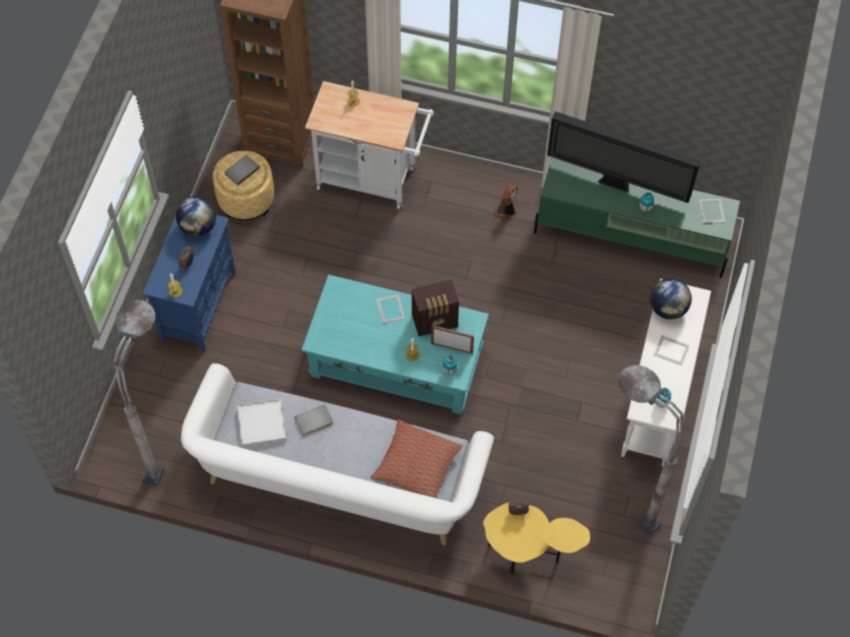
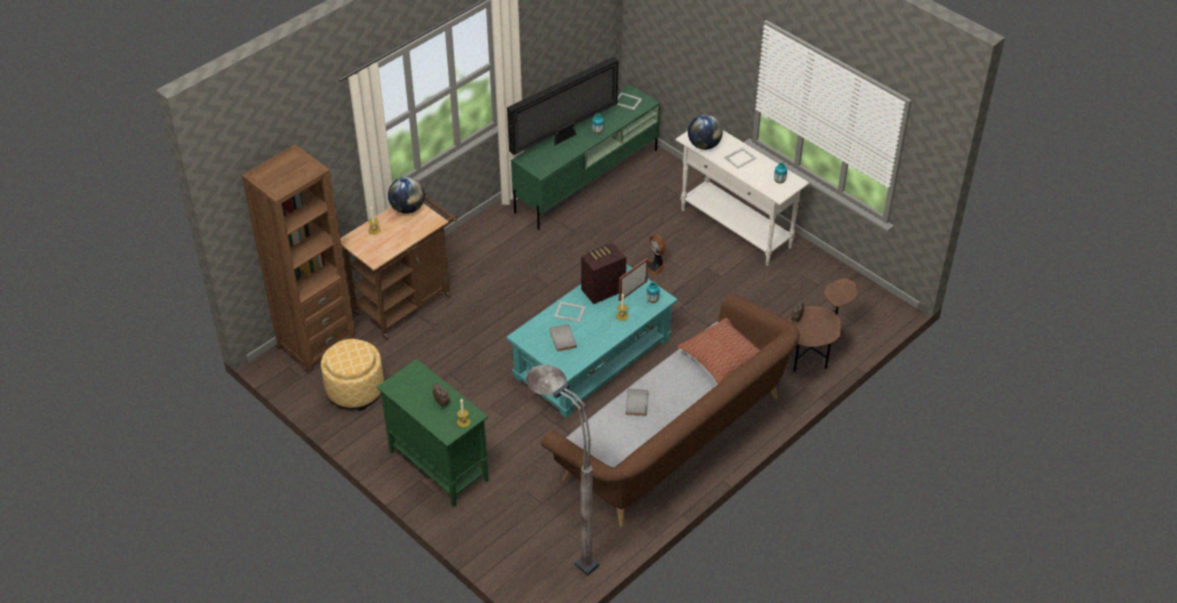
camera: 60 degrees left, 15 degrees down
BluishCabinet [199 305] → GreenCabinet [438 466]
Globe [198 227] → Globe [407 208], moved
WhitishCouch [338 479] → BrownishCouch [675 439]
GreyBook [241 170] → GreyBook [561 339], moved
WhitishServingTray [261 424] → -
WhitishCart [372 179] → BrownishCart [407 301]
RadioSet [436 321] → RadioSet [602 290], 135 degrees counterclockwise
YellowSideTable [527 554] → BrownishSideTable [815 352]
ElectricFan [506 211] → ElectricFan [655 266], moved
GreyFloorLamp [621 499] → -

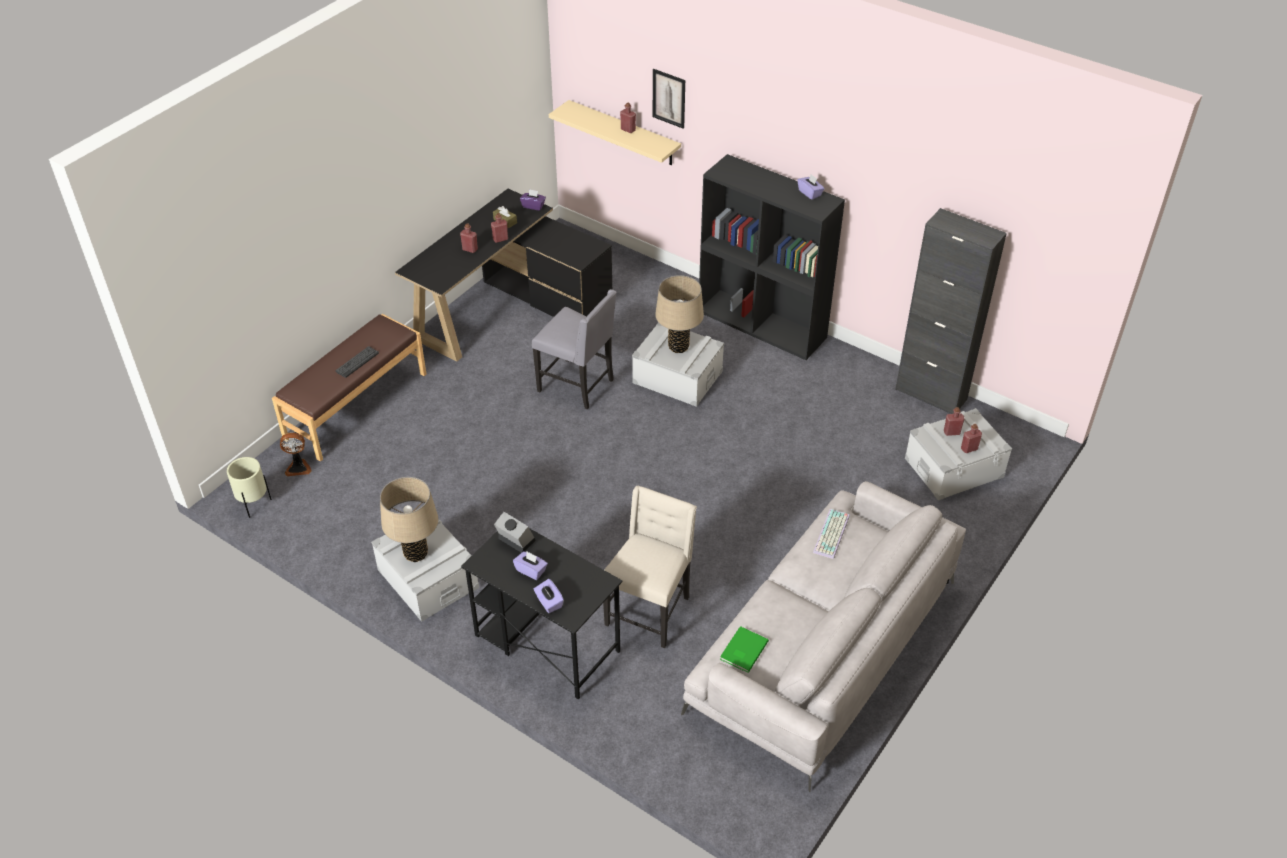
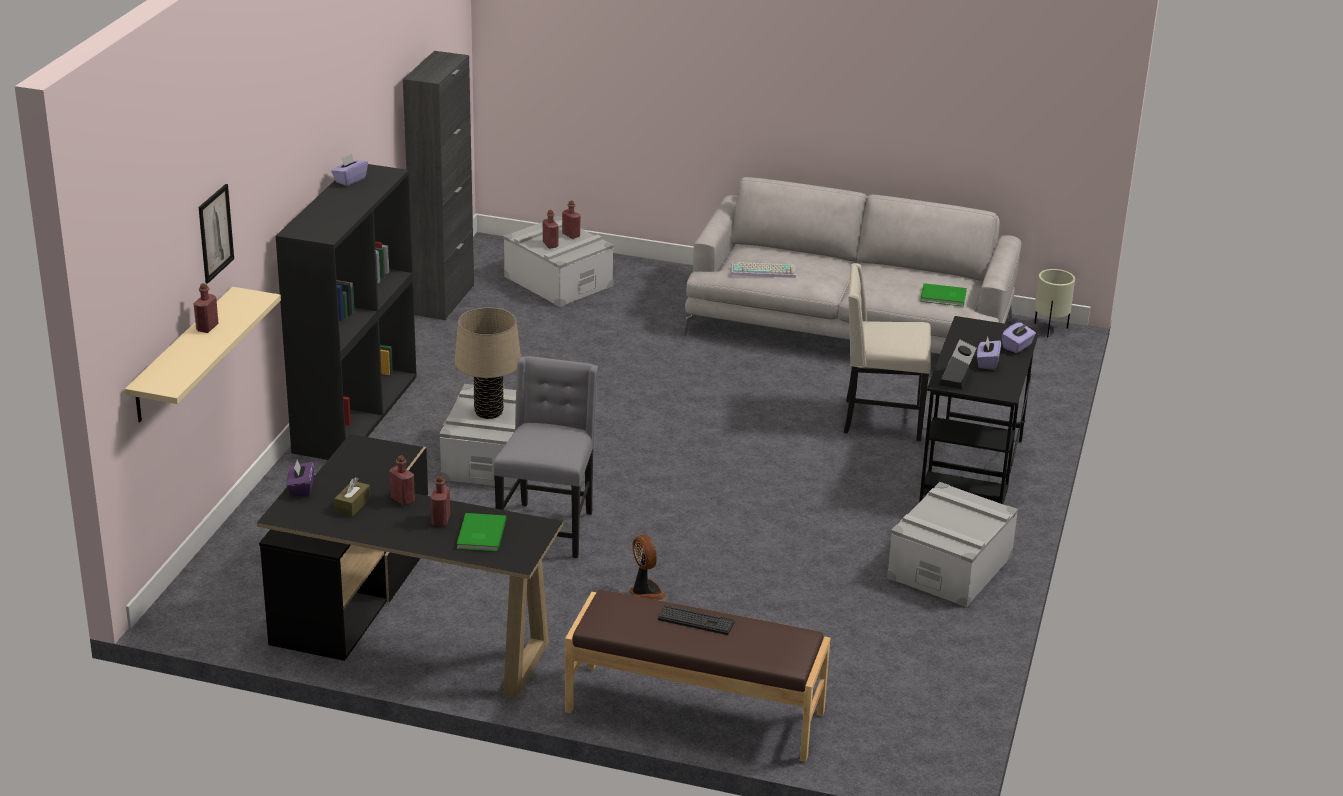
camera: 110 degrees left, 15 degrees down
BeigeColouredPlanter [254 505] → BeigeColouredPlanter [1050 330], moved
ElectricFan [298 467] → ElectricFan [645 591], moved
BeigeColouredTabletopLamp [416 553] → -
- → GreenBook [480 535]

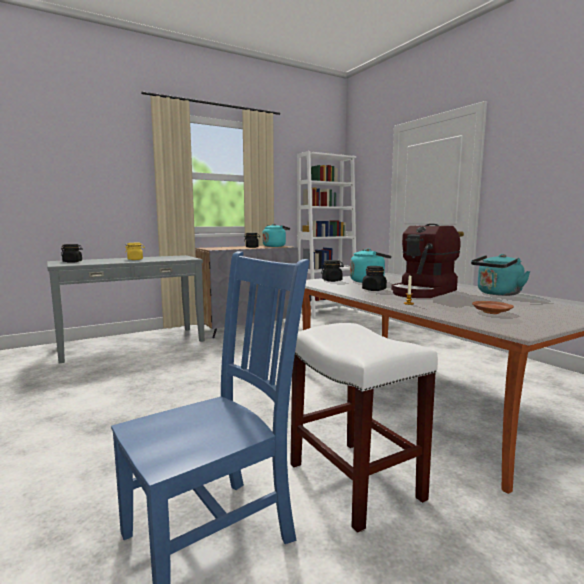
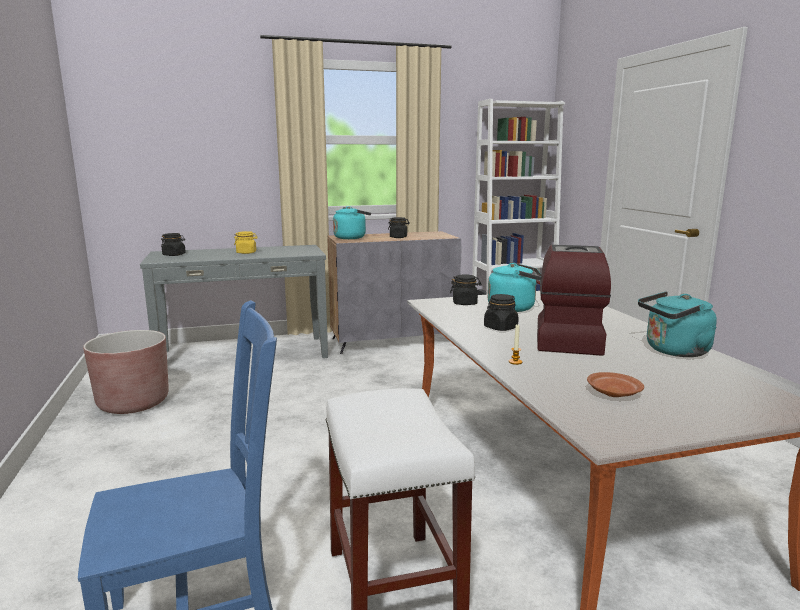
camera: 15 degrees right, 5 degrees up
BlueGreenKettle [275 246] → BlueGreenKettle [351 237], moved
CoffeeMaker [424 292] → CoffeeMaker [566 338], 135 degrees clockwise
- → BrownishPlanter [133 403]

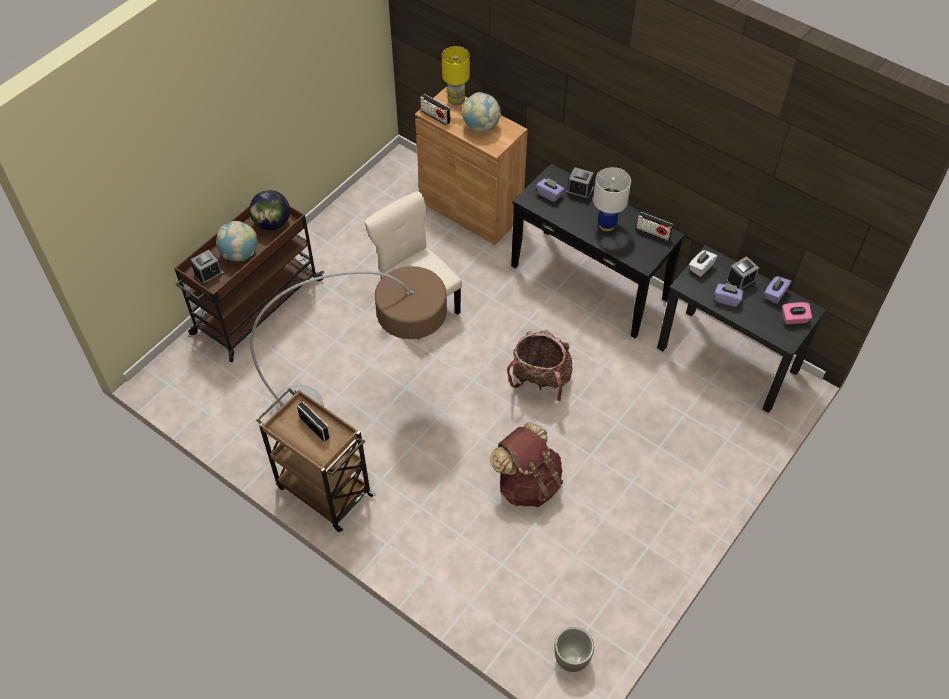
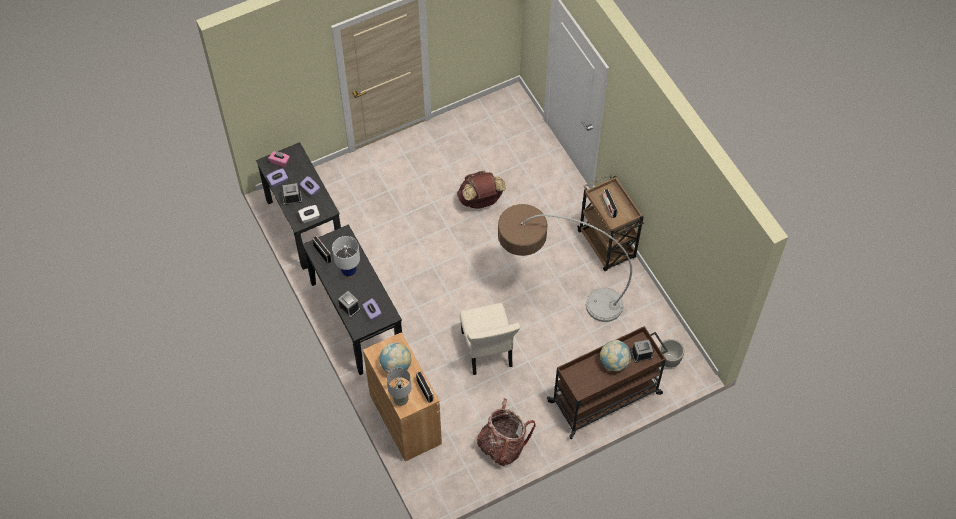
camera: 155 degrees left, 5 degrees up
Globe [272 223] → -
YellowTabletopLamp [456 101] → GreyTabletopLamp [401 400]
Backpack [540 380] → Backpack [502 445], moved
Planter [572 658] → Planter [668 360], moved

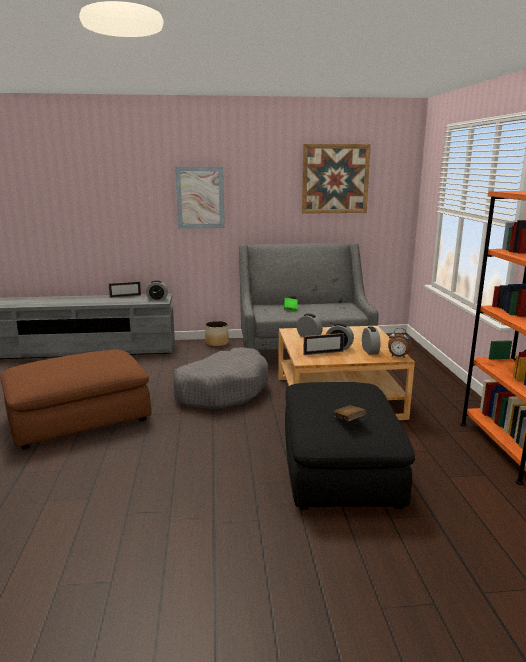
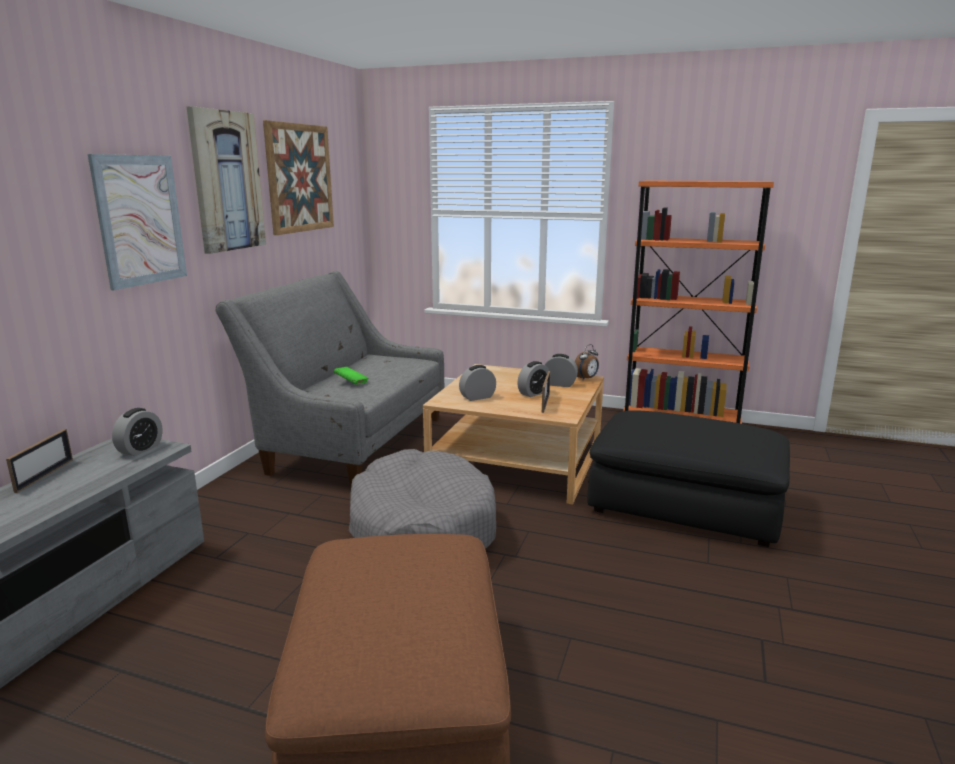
camera: 65 degrees left, 0 degrees up
Planter [217 343] → -
BrownishBook [349 420] → -
- → Picture [227 181]

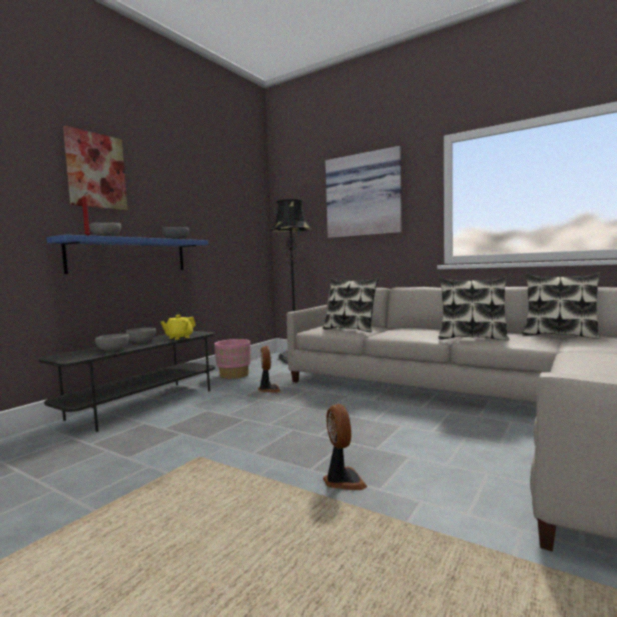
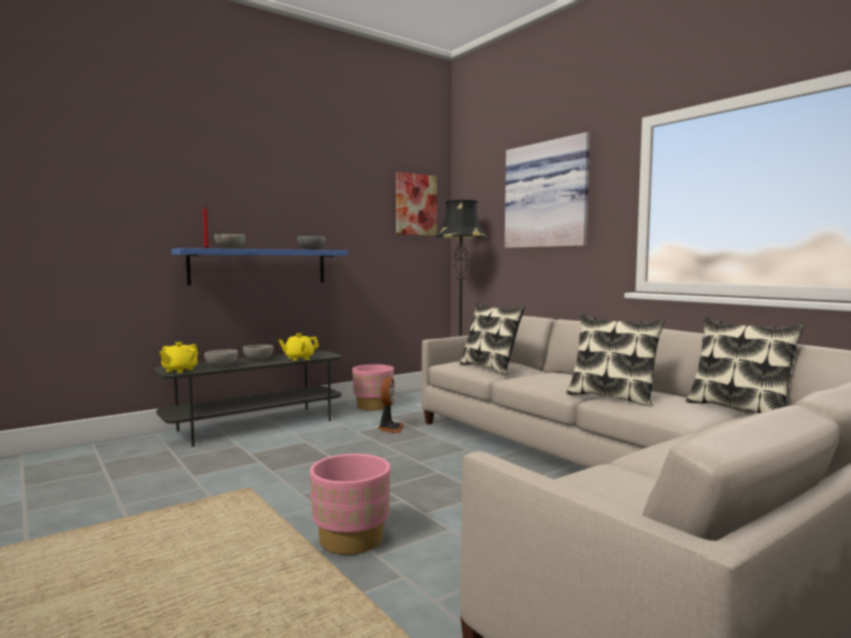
camera: 20 degrees right, 0 degrees up
Picture [96 171] → Picture [415 204], moved
ElectricFan [342 481] → PinkColouredPlanter [351 539]
- → YellowTeapot [179 370]

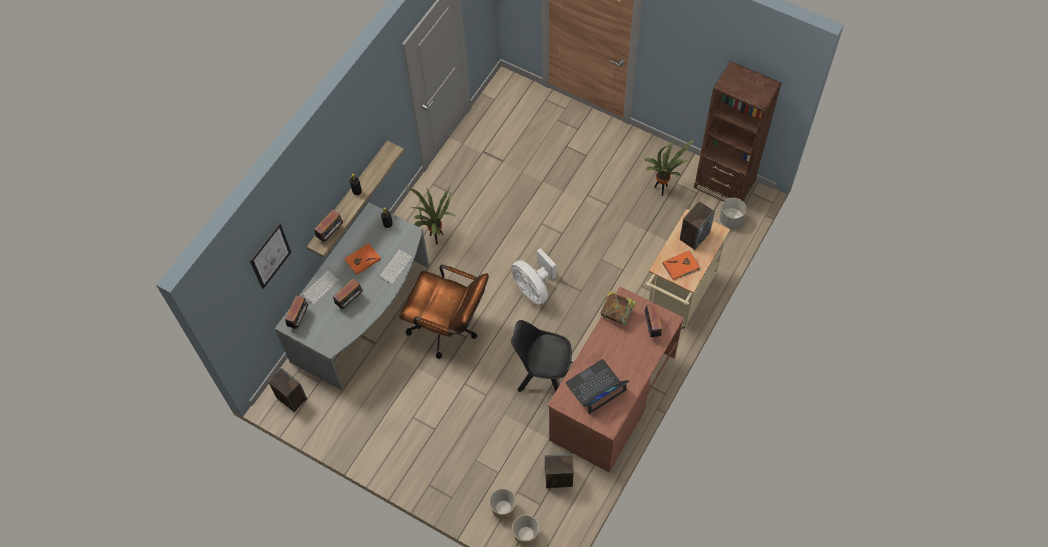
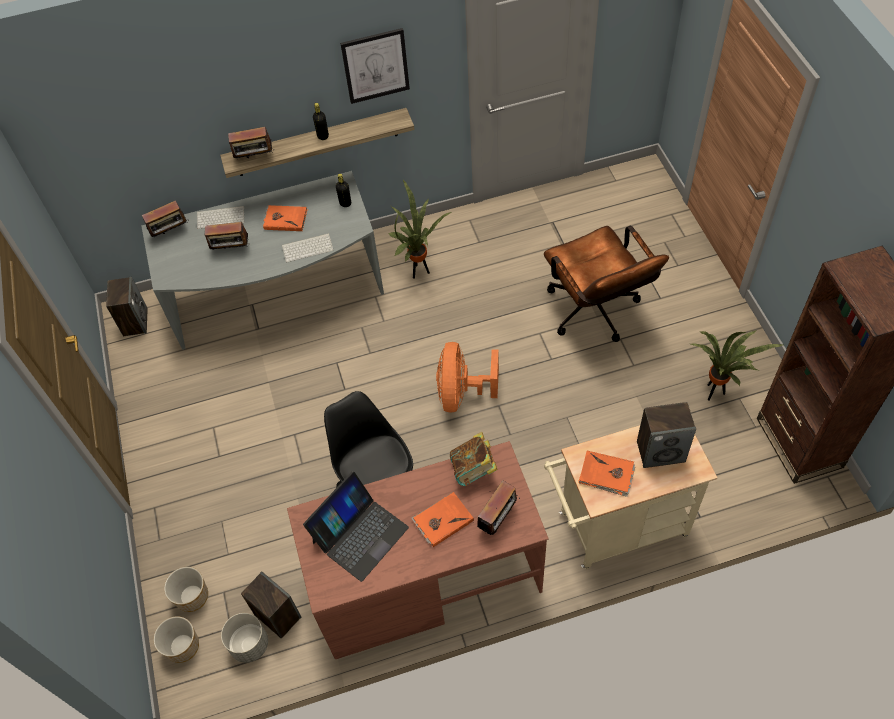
camera: 45 degrees right, 5 degrees down
Picture [270 255] → Picture [375 65], moved
BrownishComputerChair [449 328] → BrownishComputerChair [596 314], moved
WhitishElectricFan [533 289] → OrangeyElectricFan [462 393]
PortableComputer [596 387] → PortableComputer [359 534], 120 degrees clockwise
GreyPlanter [731 220] → GreyPlanter [249 645], moved
- → OrangeyBook [442 520]

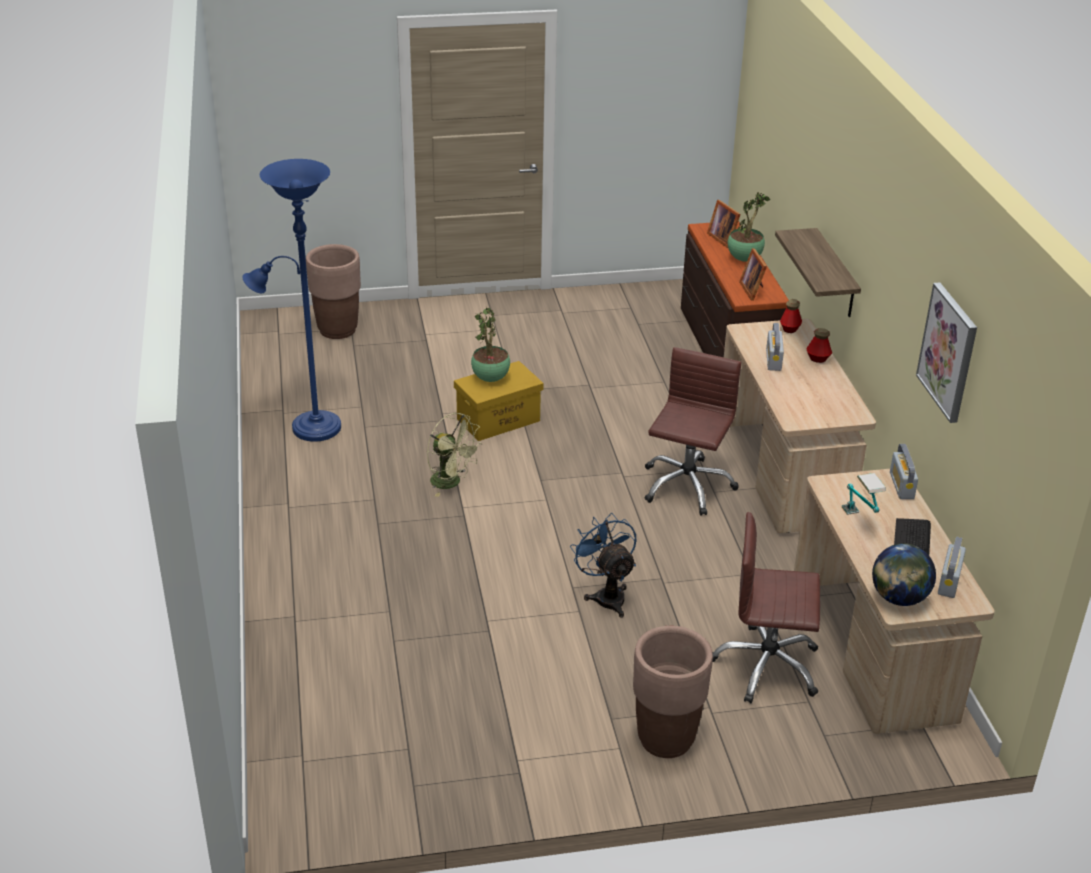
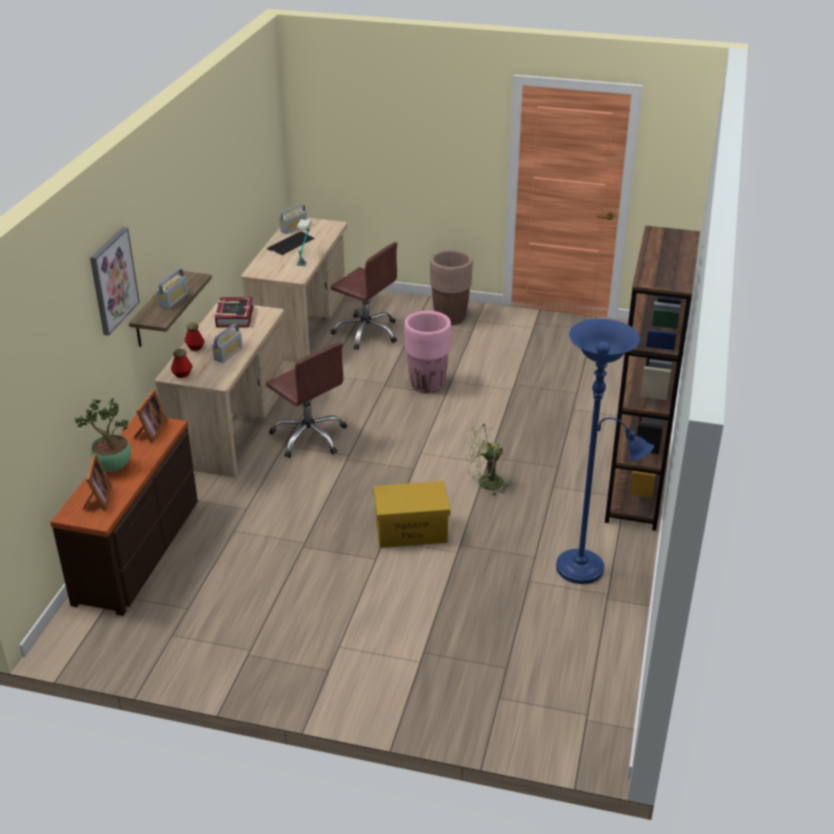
camera: 155 degrees left, 0 degrees up
BrownishPlanter [337 330] → -
GreenElectricFan [451 483] → GreenElectricFan [485 484], 75 degrees counterclockwise
PlantInAPot [490 379] → -
BluishElectricFan [606 595] → PinkColouredPlanter [427 385]
BrownishComputerChair [686 486] → BrownishComputerChair [309 436], 90 degrees counterclockwise
Globe [898 598] → -
RadioSet [901 485] → RadioSet [173 300], moved
Picture [948 352] → Picture [113 280], moved
- → Book [234 317]
- → BrownishBookshelf [636 489]

